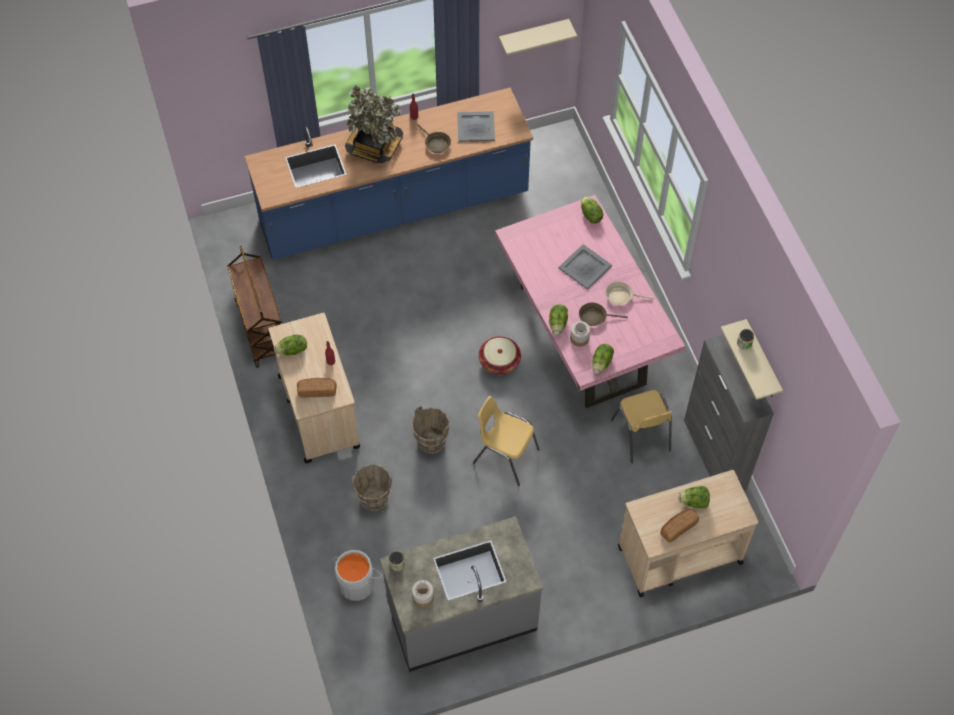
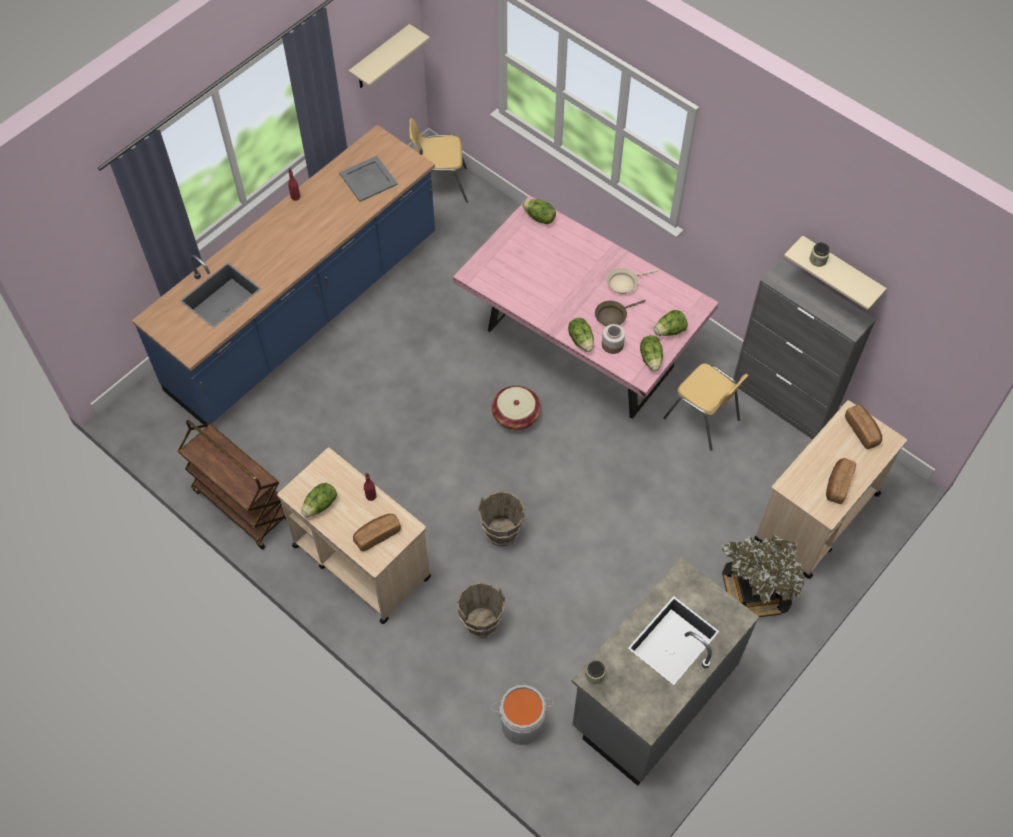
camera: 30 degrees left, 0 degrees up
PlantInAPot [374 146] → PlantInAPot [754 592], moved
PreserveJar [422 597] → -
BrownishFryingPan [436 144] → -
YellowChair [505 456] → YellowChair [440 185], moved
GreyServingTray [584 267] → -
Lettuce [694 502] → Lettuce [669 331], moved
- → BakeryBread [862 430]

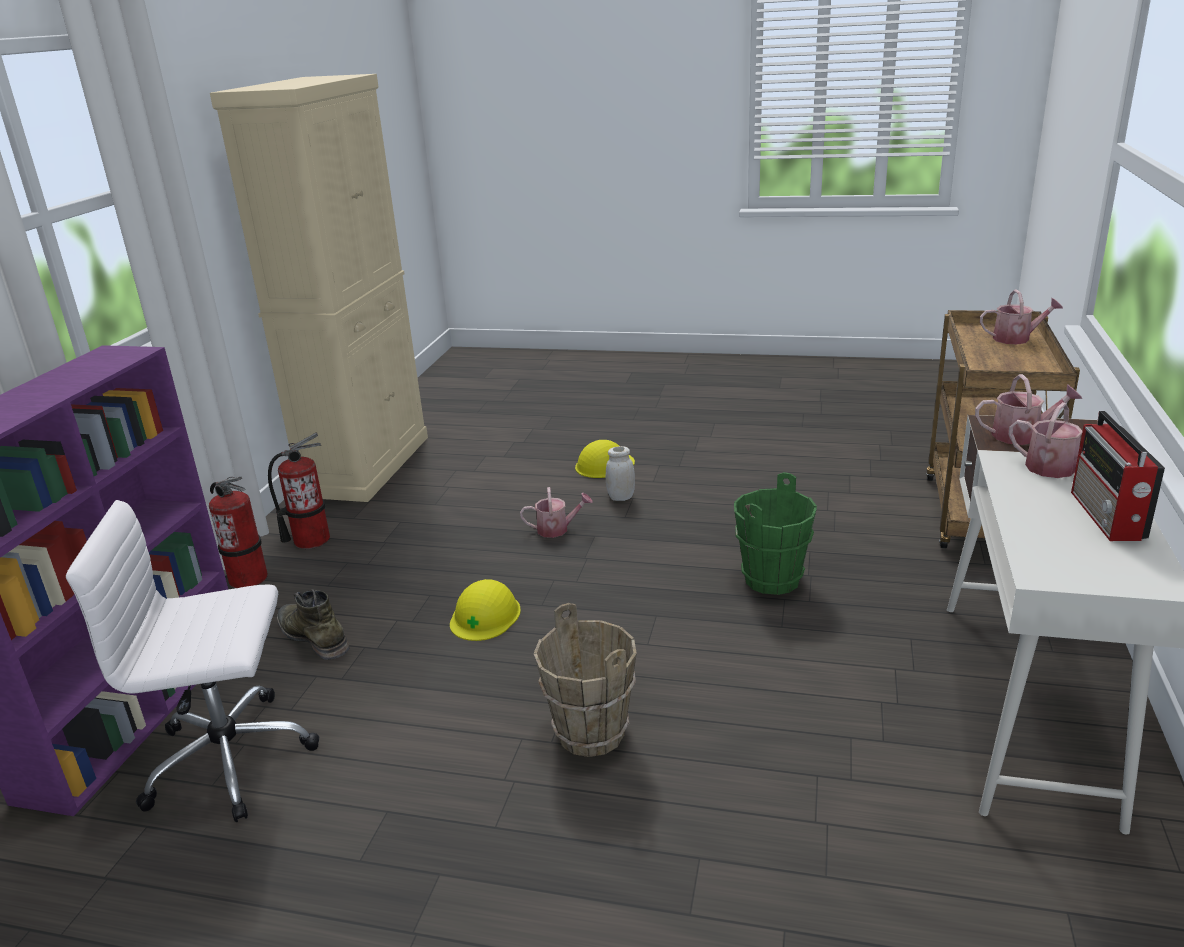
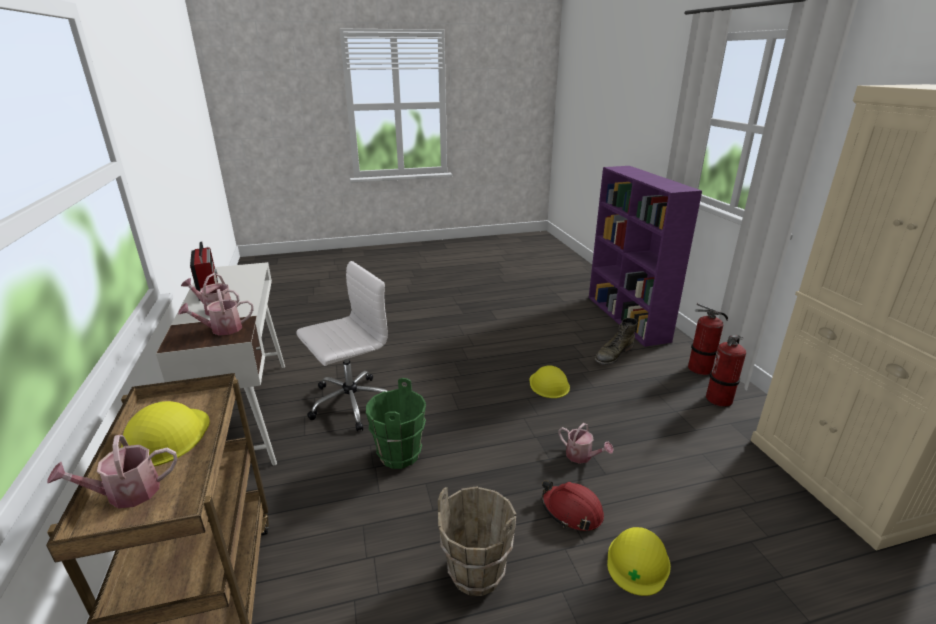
camera: 150 degrees right, 0 degrees up
WhitishComputerChair [233 758] → WhitishComputerChair [350 403], moved
GreenBoot [313 637] → GreenBoot [613 354], 120 degrees clockwise
WateringPot [557 529] → WateringPot [582 456], 105 degrees counterclockwise
BrownishPail [590 733] → BrownishPail [476 572], moved
WhitishPreserveJar [621 497] → RedColouredWorkHelmet [571 511]
- → YellowWorkHelmet [166 437]

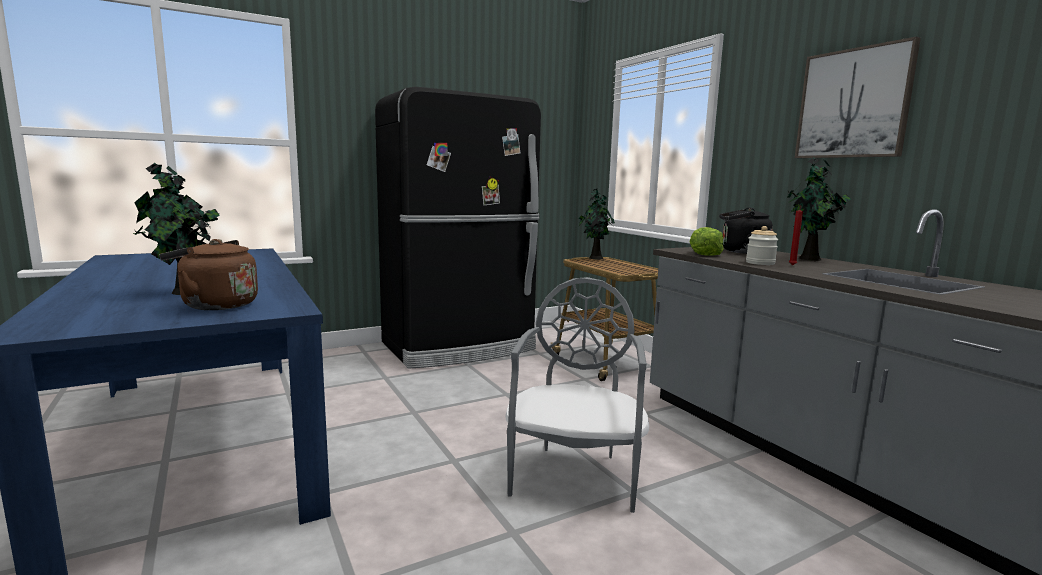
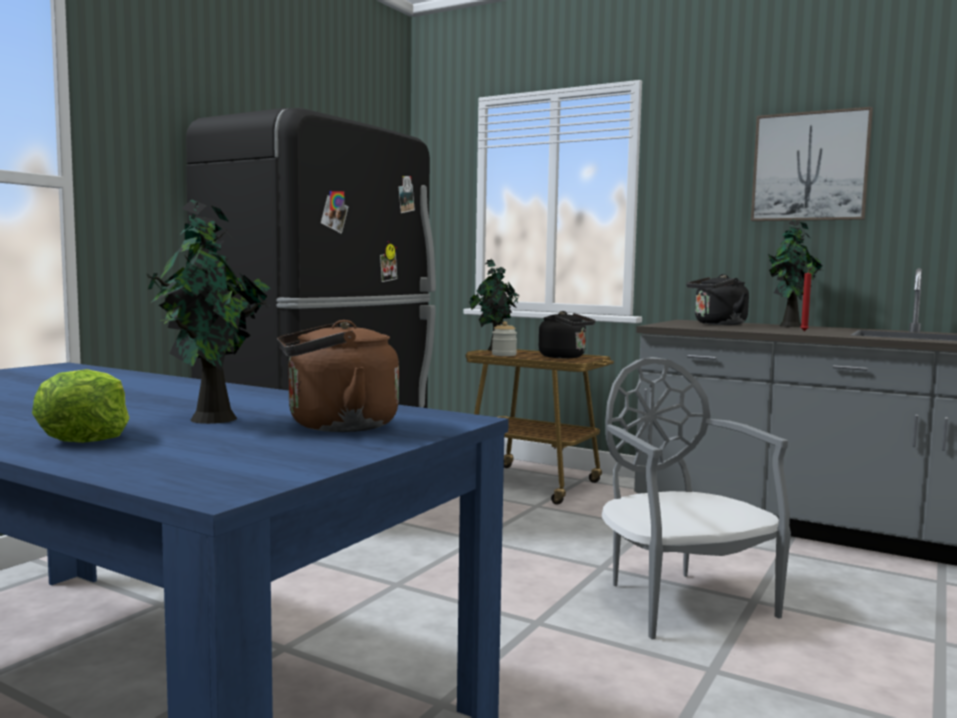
camera: 30 degrees left, 5 degrees down
Lettuce [704 254] → Lettuce [85 437], moved
PreserveJar [760 263] → PreserveJar [504 355], moved
- → BlackishKettle [565 357]

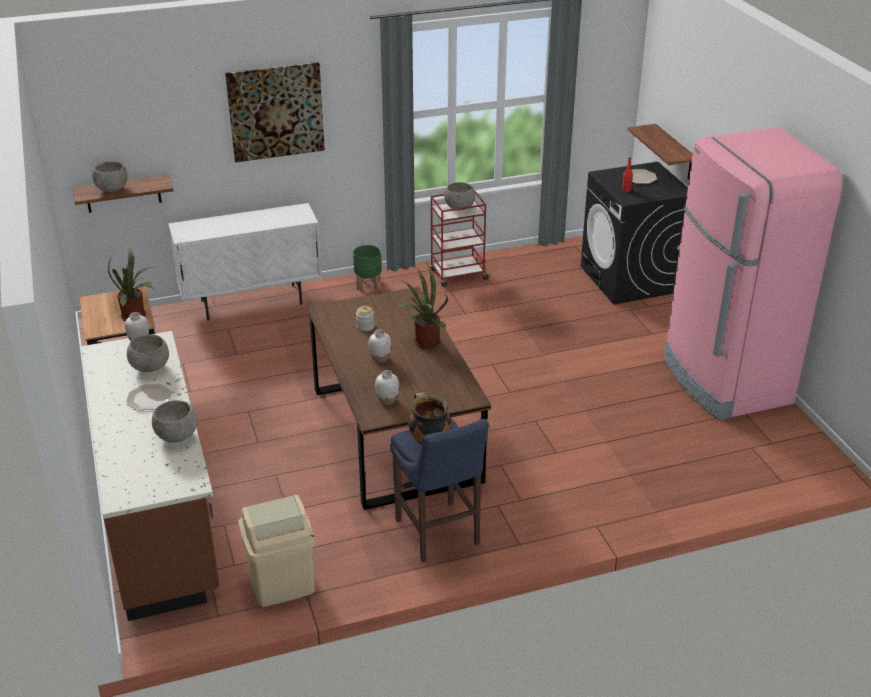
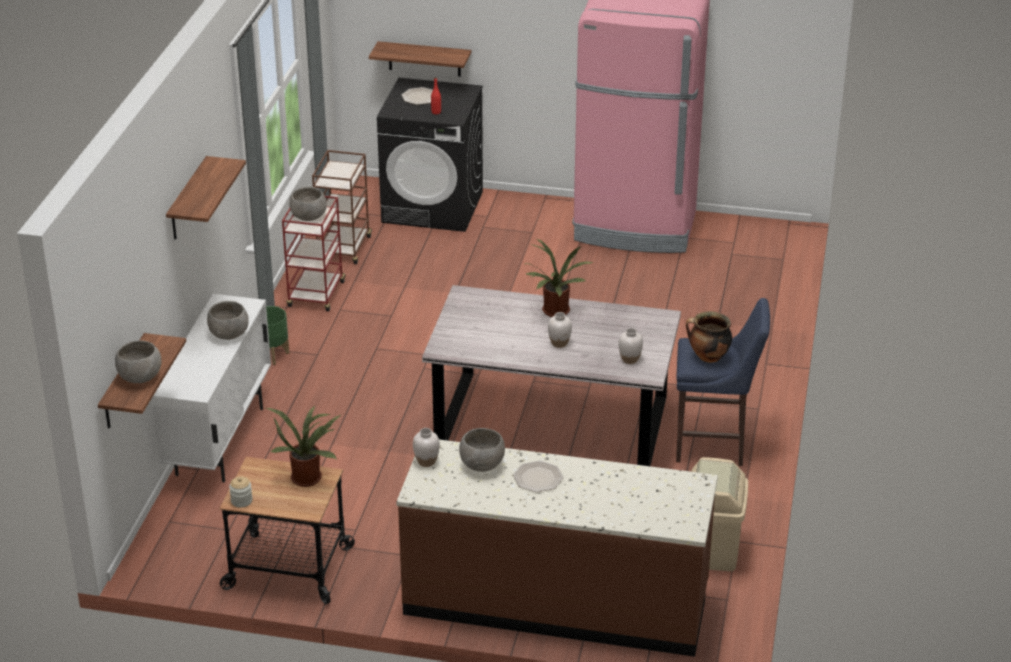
camera: 60 degrees left, 0 degrees up
GreyDeepDish [177 436] → GreyDeepDish [228 334], moved
Picture [276 112] → BracketShelf [188 200]
BrownishDinnerTable [394 434] → GreyDinnerTable [551 423]
PreserveJar [365 326] → PreserveJar [241 501], moved
- → BrownishCart [344 249]

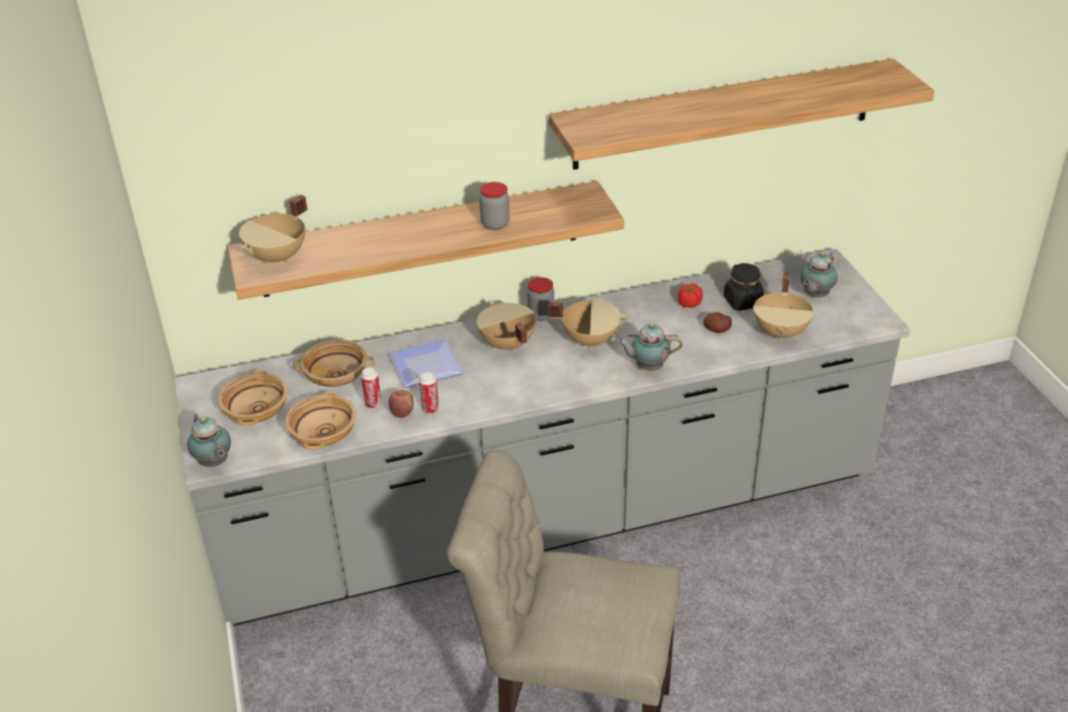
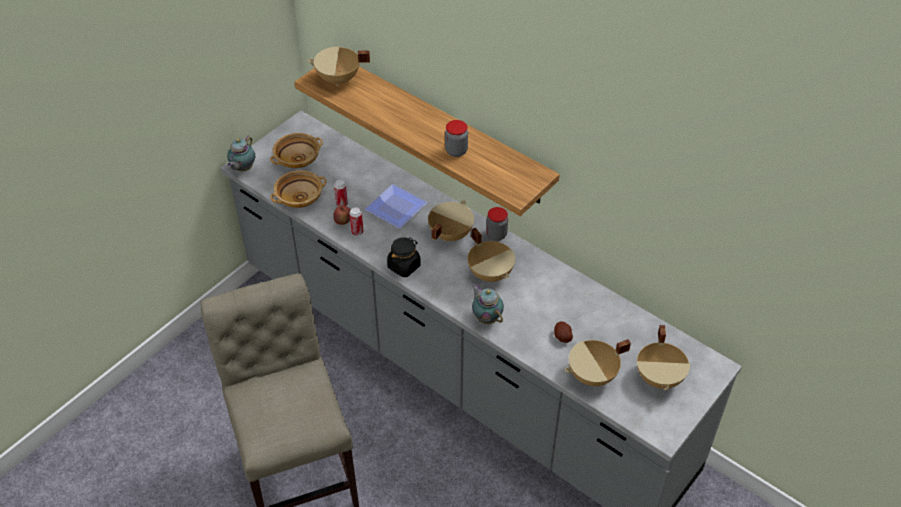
camera: 55 degrees right, 10 degrees up
BeigeColouredDeepDish [337 375] → -
BracketShelf [724 114] → -
Tomato [689 304] → -
BlackishPreserveJar [742 301] → BlackishPreserveJar [404 266], moved
Teapot [814 295] → BeigeColouredStockpot [660 377]

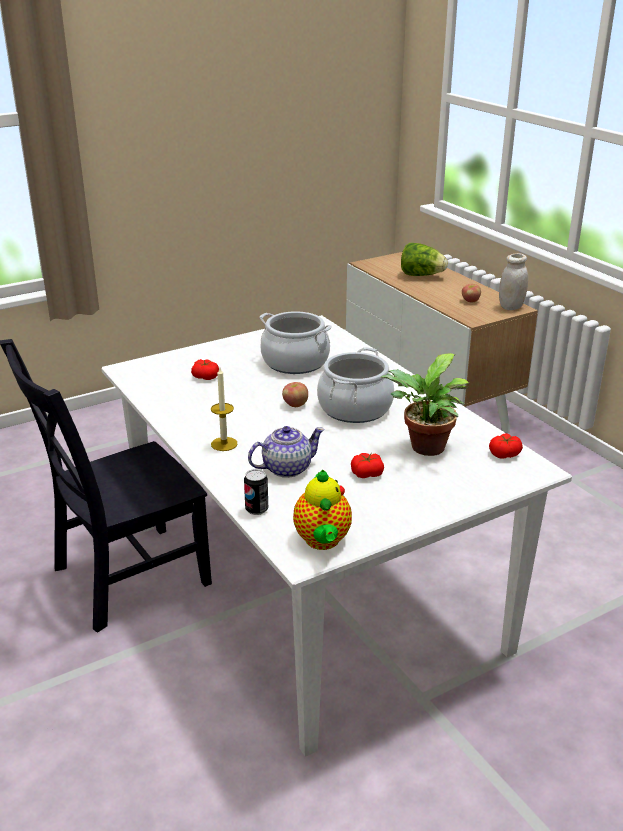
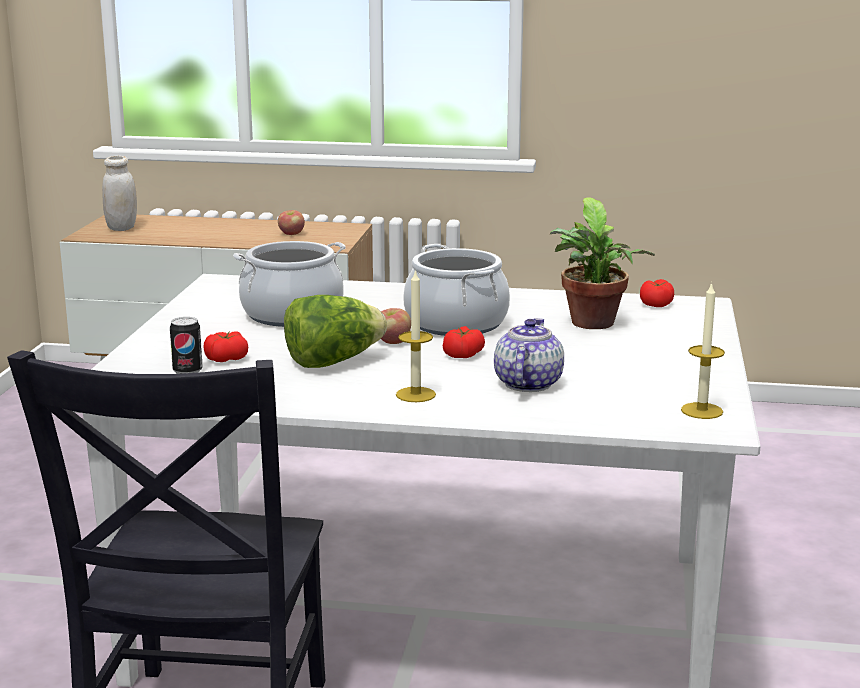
camera: 50 degrees left, 10 degrees down
SealedCan [256 509] → SealedCan [187 371], moved
Teapot [322 542] → WaxCandle [702 411]
Tomato [367 473] → Tomato [463 354], moved
Lettuce [421 275] → Lettuce [333 362], moved
WhitishPreserveJar [511 307] → WhitishPreserveJar [122 228], moved

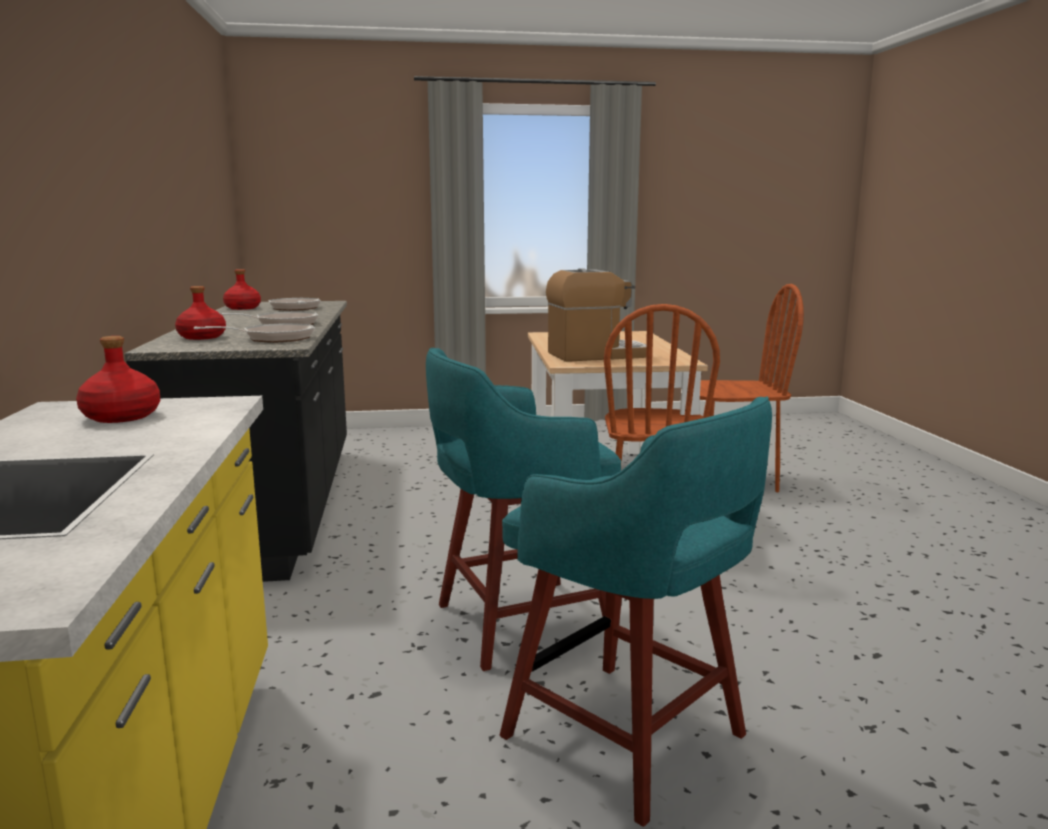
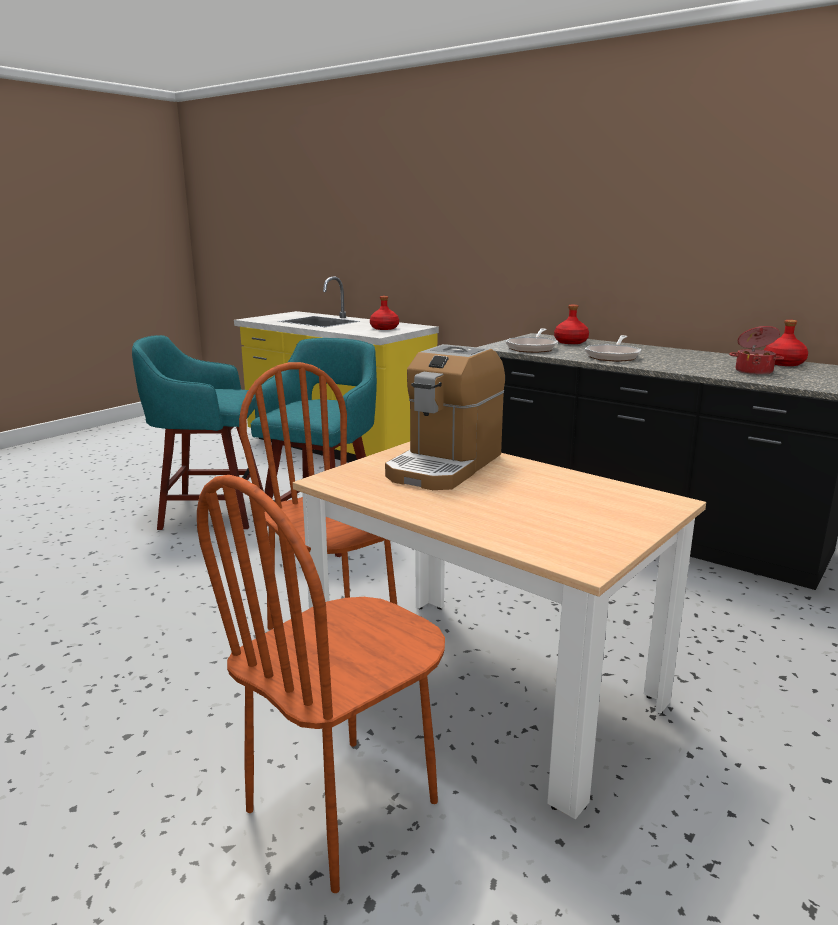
camera: 135 degrees right, 5 degrees up
FryingPan [295 308] → Stockpot [754 371]

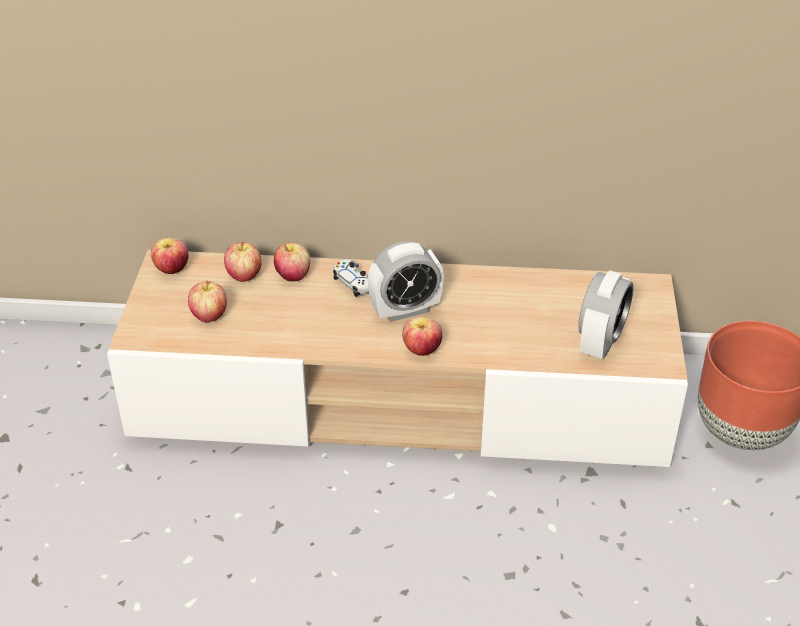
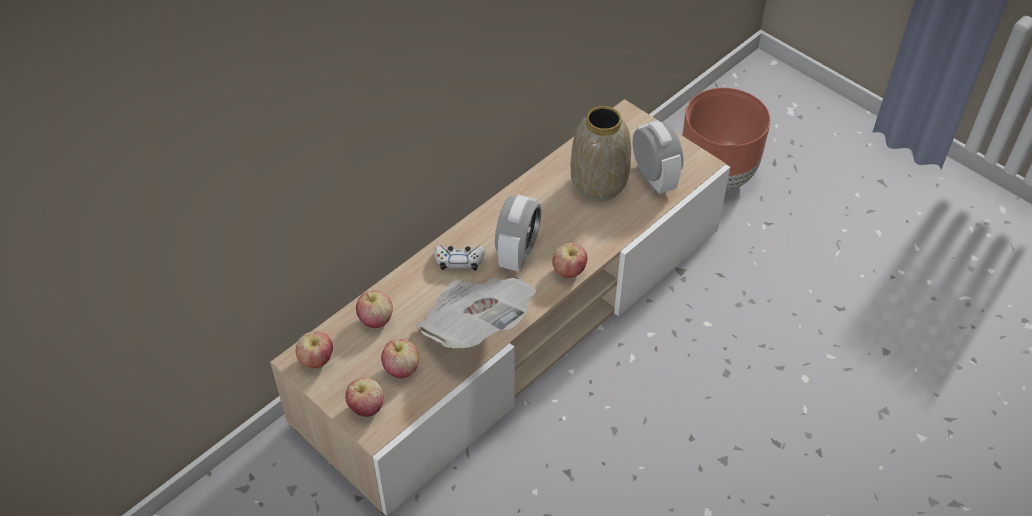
camera: 50 degrees left, 10 degrees up
AppleFruit [293 276] → AppleFruit [366 407], moved
- → PrintedPaper [475 327]
- → DecorativeVase [599 184]

